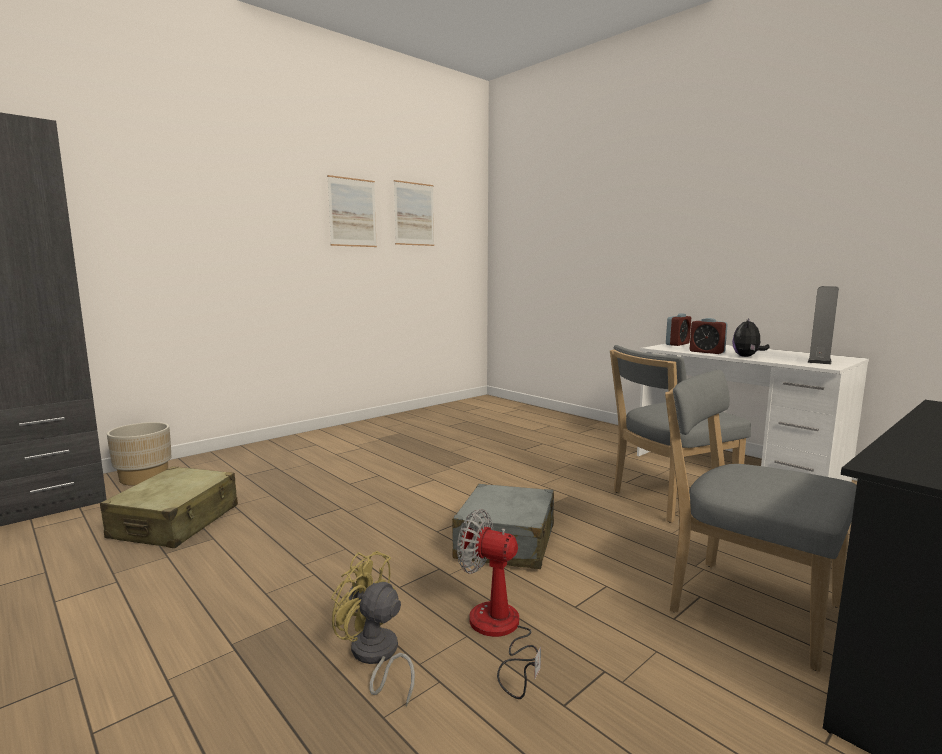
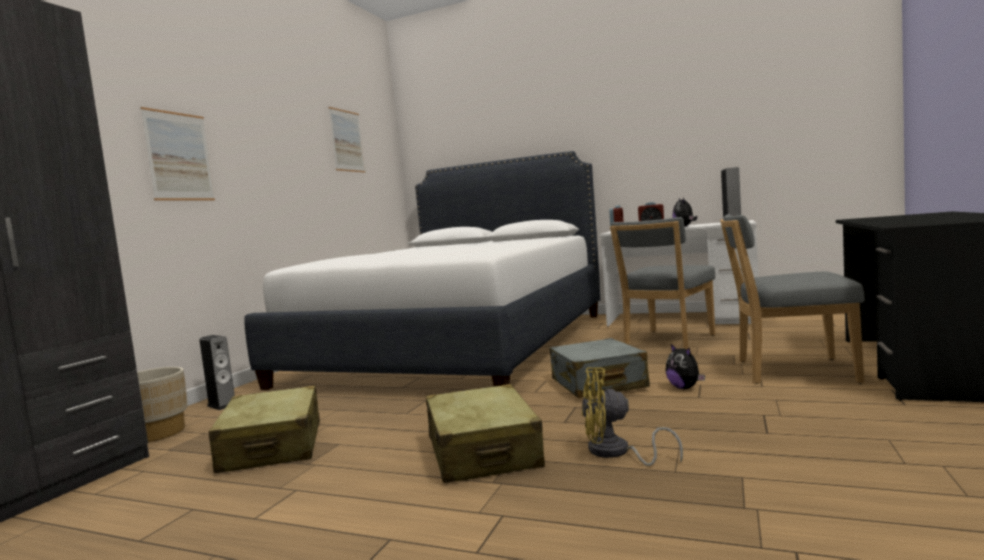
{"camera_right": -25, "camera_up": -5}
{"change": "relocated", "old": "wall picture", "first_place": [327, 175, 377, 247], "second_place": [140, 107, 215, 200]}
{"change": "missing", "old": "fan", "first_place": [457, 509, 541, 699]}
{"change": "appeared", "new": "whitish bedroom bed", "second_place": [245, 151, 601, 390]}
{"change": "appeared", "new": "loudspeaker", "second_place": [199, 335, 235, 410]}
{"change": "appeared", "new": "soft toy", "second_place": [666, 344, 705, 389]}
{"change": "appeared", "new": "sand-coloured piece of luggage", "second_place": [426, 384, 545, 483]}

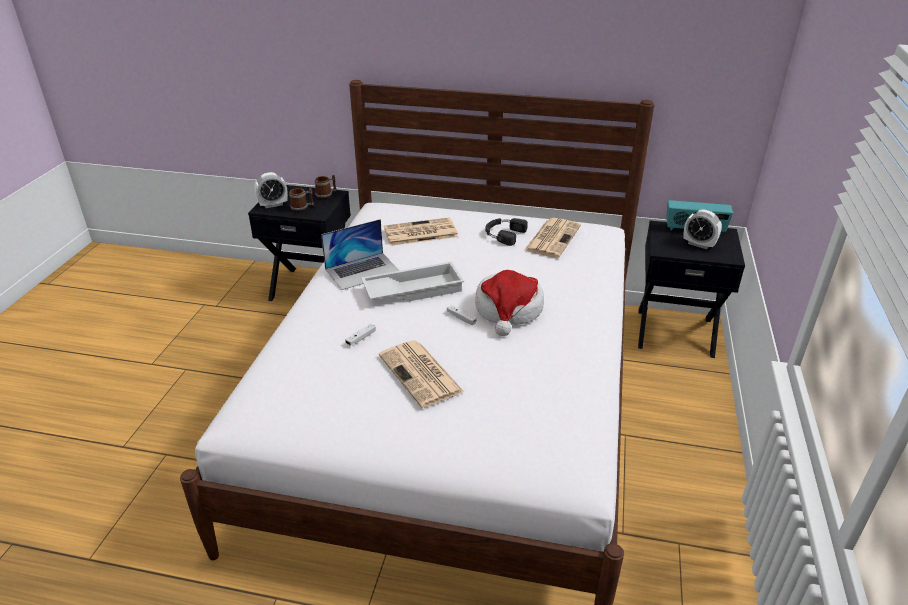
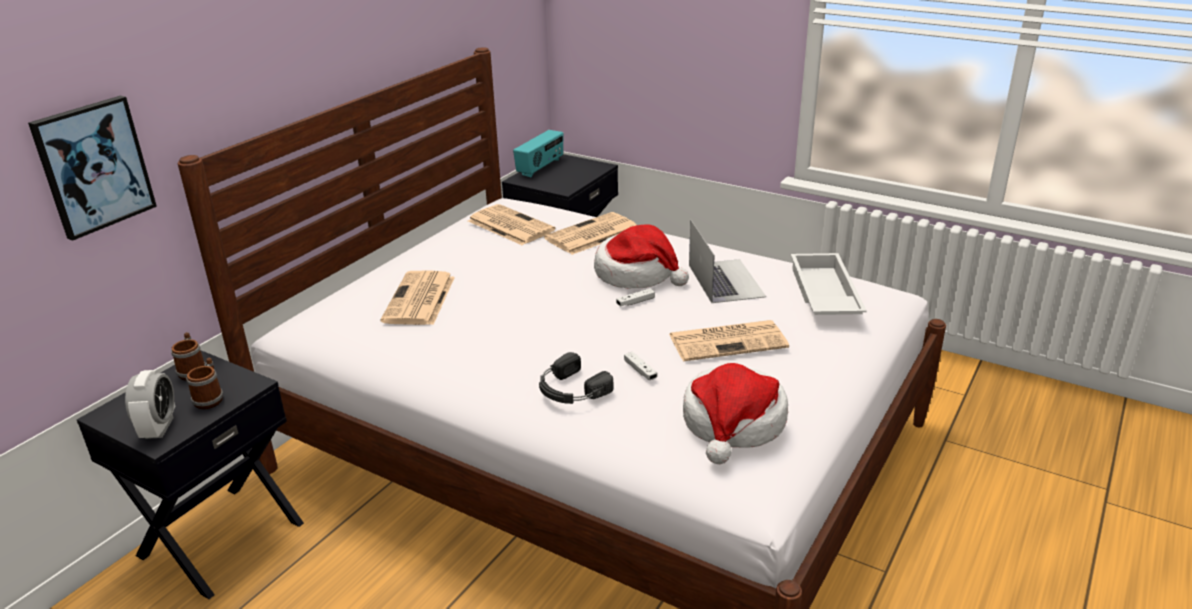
{"camera_right": -70, "camera_up": -5}
{"change": "missing", "old": "bedside clock", "first_place": [684, 209, 722, 249]}
{"change": "relocated", "old": "black-coloured headset", "first_place": [485, 218, 528, 246], "second_place": [539, 352, 613, 404]}
{"change": "relocated", "old": "notebook computer", "first_place": [321, 219, 400, 290], "second_place": [689, 220, 766, 303]}
{"change": "relocated", "old": "whitish tray", "first_place": [361, 261, 464, 302], "second_place": [791, 253, 867, 315]}
{"change": "appeared", "new": "wall picture", "second_place": [28, 96, 157, 241]}
{"change": "appeared", "new": "printed paper", "second_place": [544, 212, 636, 255]}
{"change": "appeared", "new": "wearable hat", "second_place": [683, 363, 788, 464]}

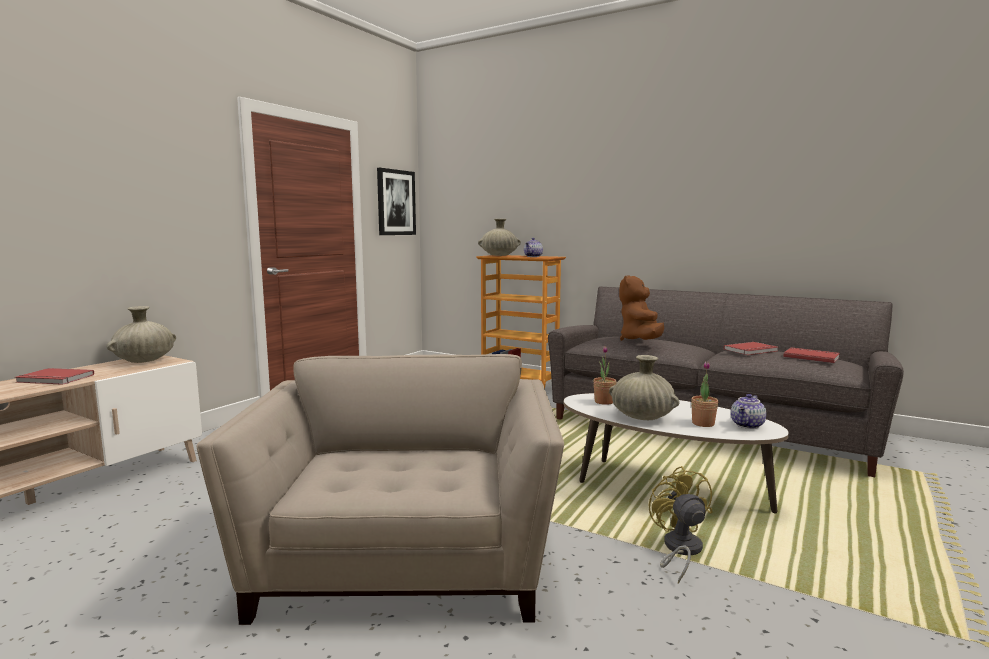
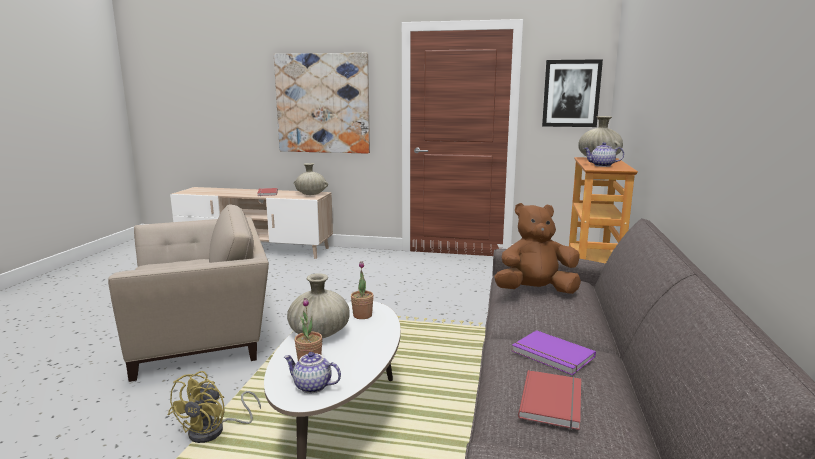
{"camera_right": 70, "camera_up": 5}
{"change": "colour", "old": "red volume", "new": "purple volume", "first_place": [724, 342, 778, 355], "second_place": [512, 330, 596, 375]}
{"change": "spun", "old": "yellow-coloured fan", "first_place": [649, 466, 712, 584], "second_place": [168, 371, 261, 443], "degrees": 135}
{"change": "appeared", "new": "wall picture", "second_place": [274, 53, 370, 154]}

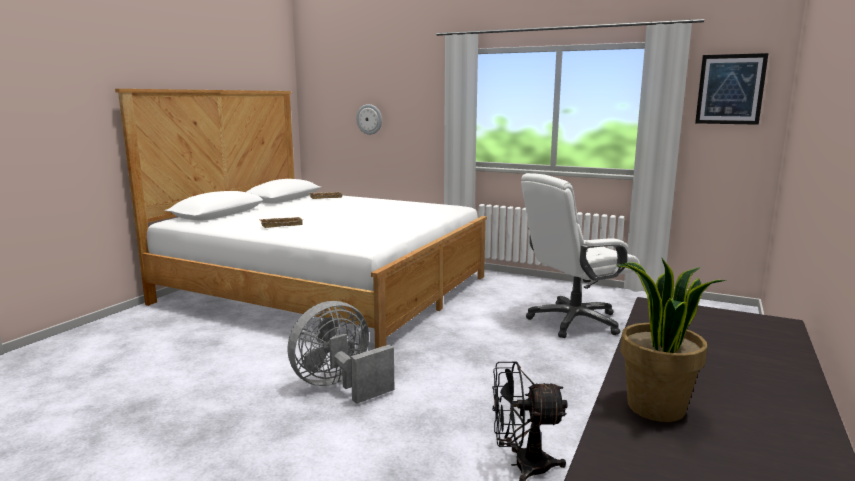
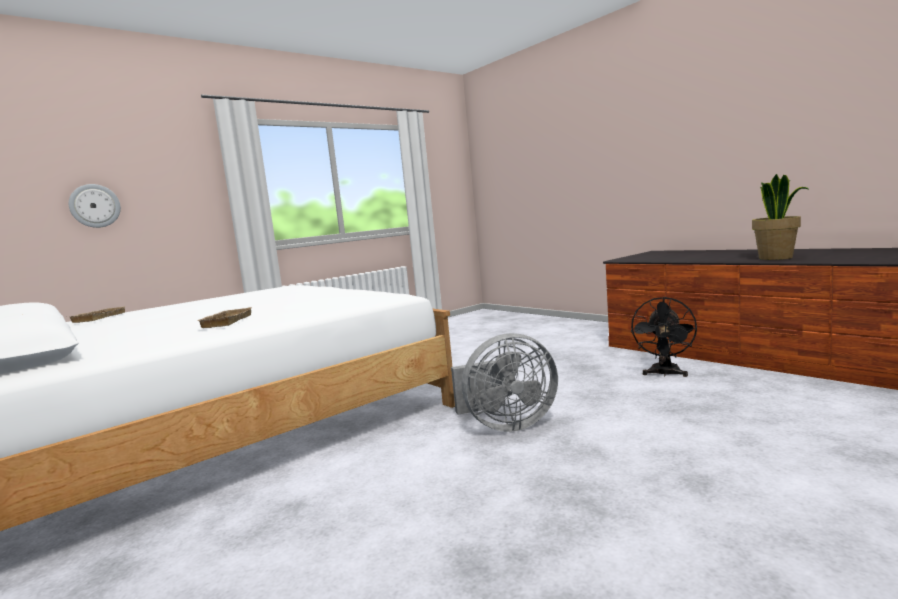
{"camera_right": -65, "camera_up": -5}
{"change": "missing", "old": "wall picture", "first_place": [695, 53, 768, 125]}
{"change": "missing", "old": "whitish office chair", "first_place": [521, 173, 640, 338]}
{"change": "spun", "old": "gray fan", "first_place": [288, 301, 394, 404], "second_place": [451, 333, 558, 432], "degrees": -90}

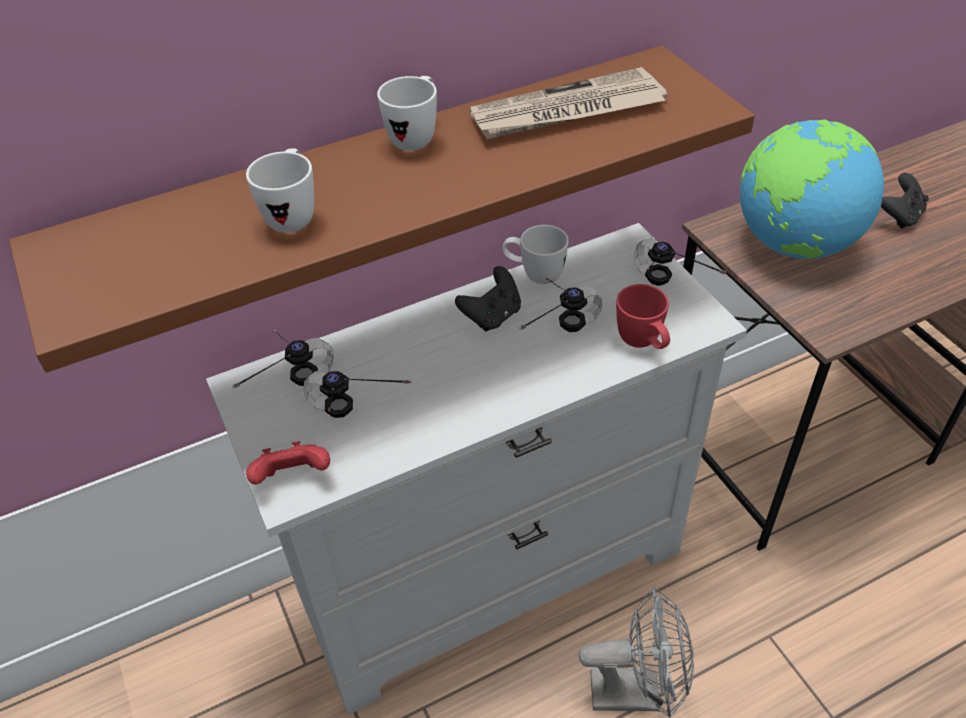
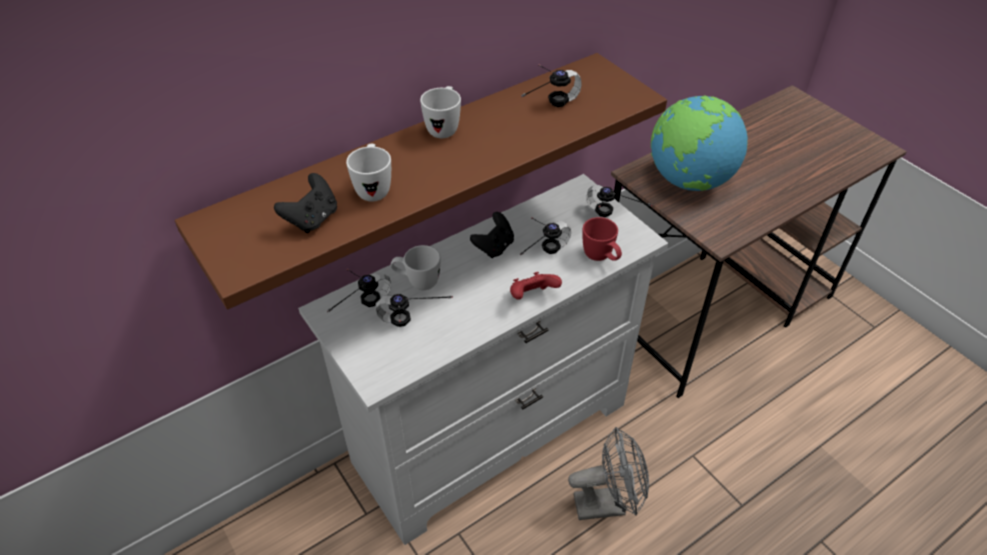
{"camera_right": -10, "camera_up": 0}
{"change": "exchanged", "old": "printed paper", "new": "headset", "first_place": [469, 67, 667, 140], "second_place": [521, 64, 582, 107]}
{"change": "relocated", "old": "black-coloured joypad", "first_place": [881, 173, 929, 229], "second_place": [274, 173, 337, 233]}
{"change": "relocated", "old": "whitish tea mug", "first_place": [502, 225, 568, 284], "second_place": [391, 245, 440, 290]}
{"change": "relocated", "old": "red joypad", "first_place": [246, 441, 330, 484], "second_place": [510, 272, 562, 299]}

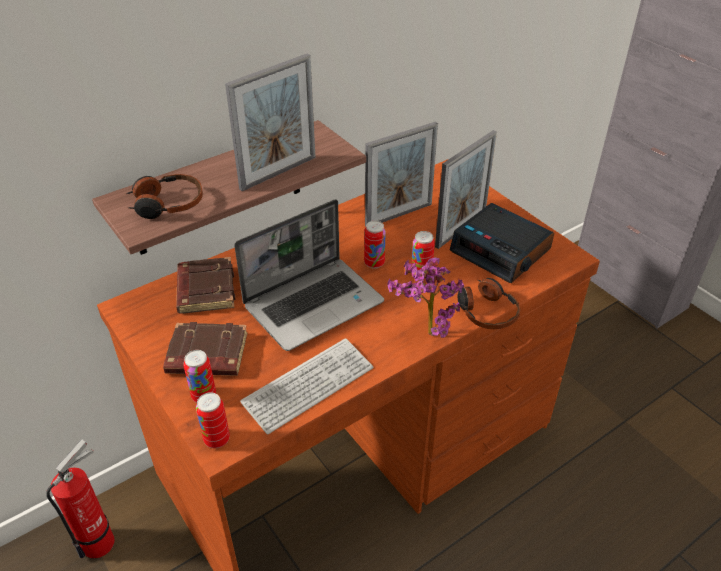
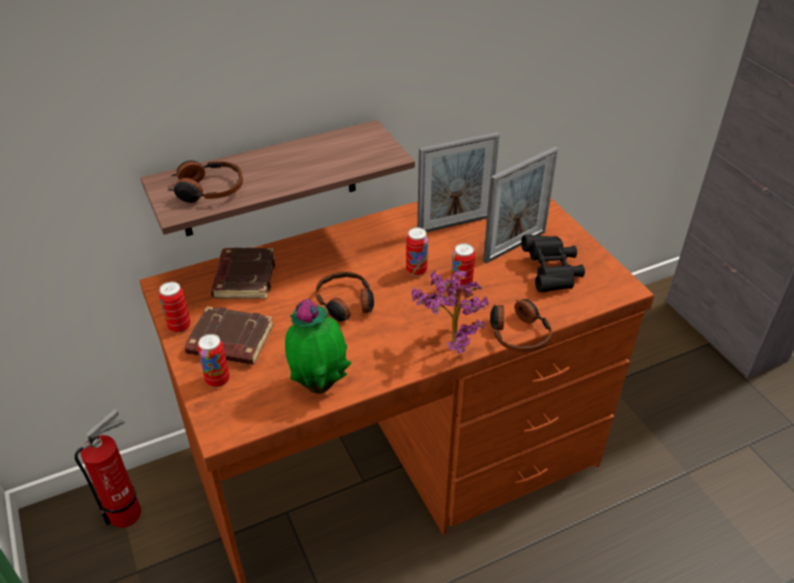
{"camera_right": 10, "camera_up": 0}
{"change": "missing", "old": "standing frame", "first_place": [225, 53, 316, 191]}
{"change": "exchanged", "old": "notebook computer", "new": "headset", "first_place": [234, 199, 384, 351], "second_place": [315, 272, 374, 322]}
{"change": "exchanged", "old": "bedside clock", "new": "black-coloured binoculars", "first_place": [450, 203, 554, 283], "second_place": [521, 234, 585, 292]}
{"change": "exchanged", "old": "computer keyboard", "new": "houseplant", "first_place": [240, 338, 373, 434], "second_place": [285, 298, 352, 394]}
{"change": "relocated", "old": "sealed can", "first_place": [196, 392, 230, 448], "second_place": [159, 282, 191, 333]}

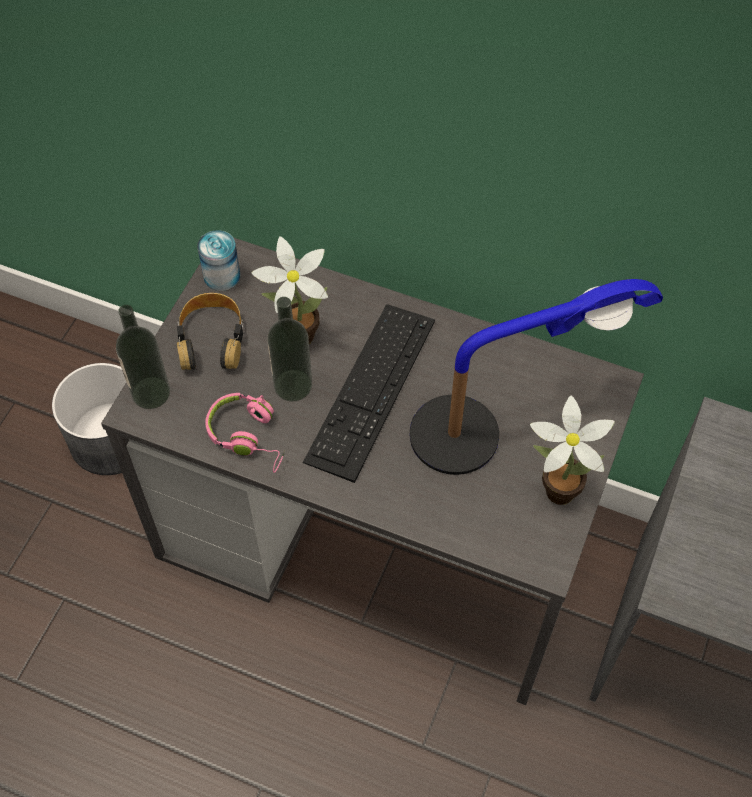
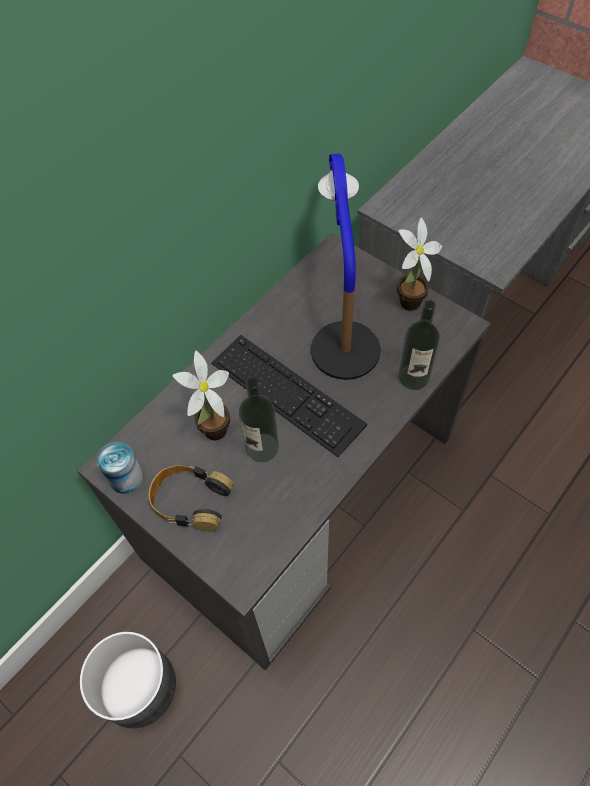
{"camera_right": -70, "camera_up": 0}
{"change": "relocated", "old": "beverage bottle", "first_place": [116, 305, 170, 409], "second_place": [398, 300, 440, 390]}
{"change": "missing", "old": "pink headset", "first_place": [205, 393, 285, 473]}

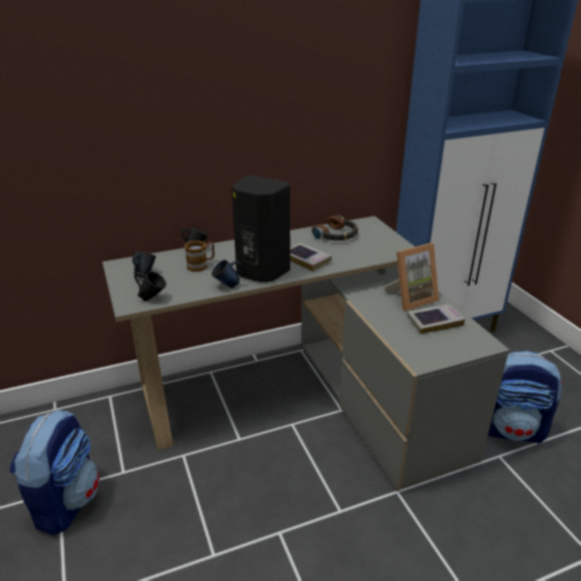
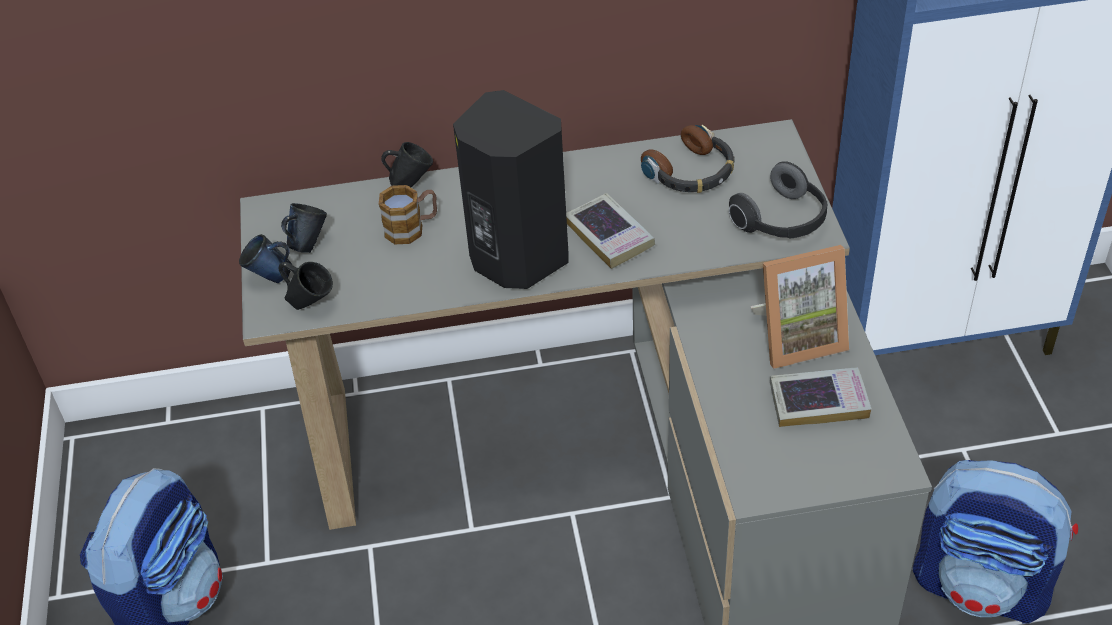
{"camera_right": 15, "camera_up": 15}
{"change": "relocated", "old": "bluish tea mug", "first_place": [212, 260, 241, 288], "second_place": [239, 234, 292, 283]}
{"change": "appeared", "new": "headset", "second_place": [729, 161, 827, 239]}

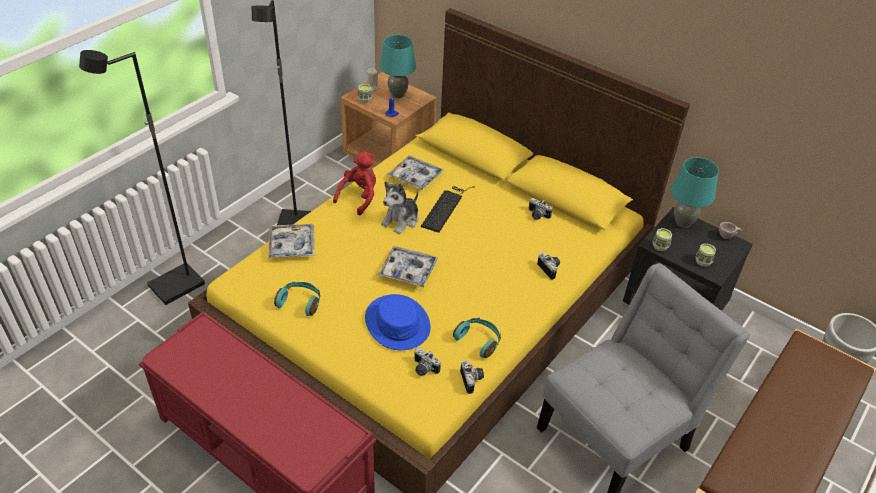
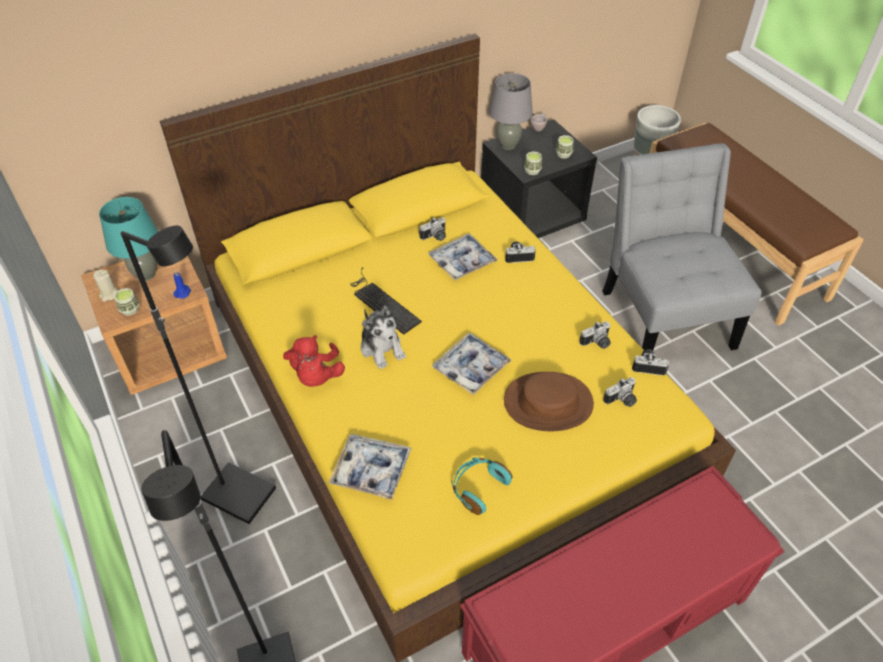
{"camera_right": -65, "camera_up": 5}
{"change": "spun", "old": "red soft toy", "first_place": [333, 151, 376, 215], "second_place": [283, 335, 345, 387], "degrees": -150}
{"change": "relocated", "old": "tray", "first_place": [387, 156, 444, 190], "second_place": [428, 233, 498, 281]}
{"change": "colour", "old": "turquoise-coloured tabletop lamp", "new": "gray tabletop lamp", "first_place": [671, 157, 719, 228], "second_place": [489, 73, 533, 150]}
{"change": "colour", "old": "bluish wearable hat", "new": "brown wearable hat", "first_place": [365, 294, 431, 350], "second_place": [504, 372, 594, 431]}
{"change": "exchanged", "old": "turquoise-coloured headset", "new": "photo camera", "first_place": [453, 318, 501, 358], "second_place": [579, 321, 611, 349]}

